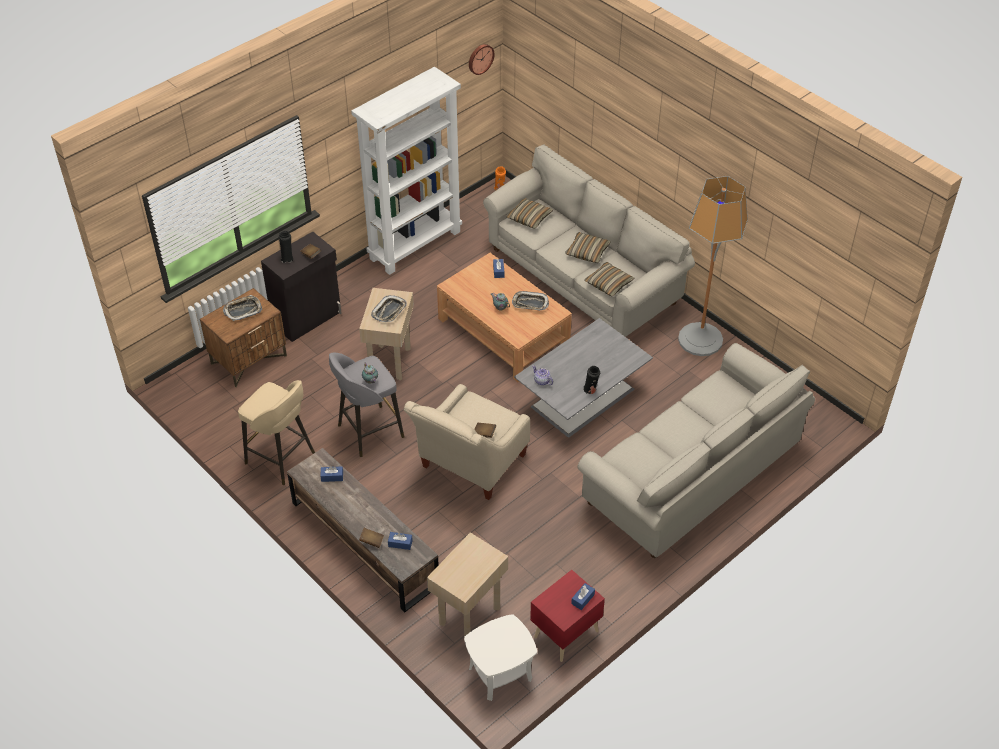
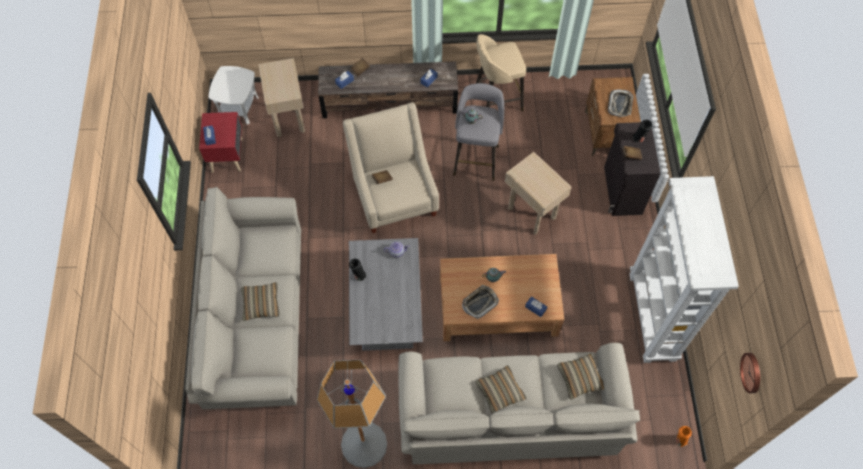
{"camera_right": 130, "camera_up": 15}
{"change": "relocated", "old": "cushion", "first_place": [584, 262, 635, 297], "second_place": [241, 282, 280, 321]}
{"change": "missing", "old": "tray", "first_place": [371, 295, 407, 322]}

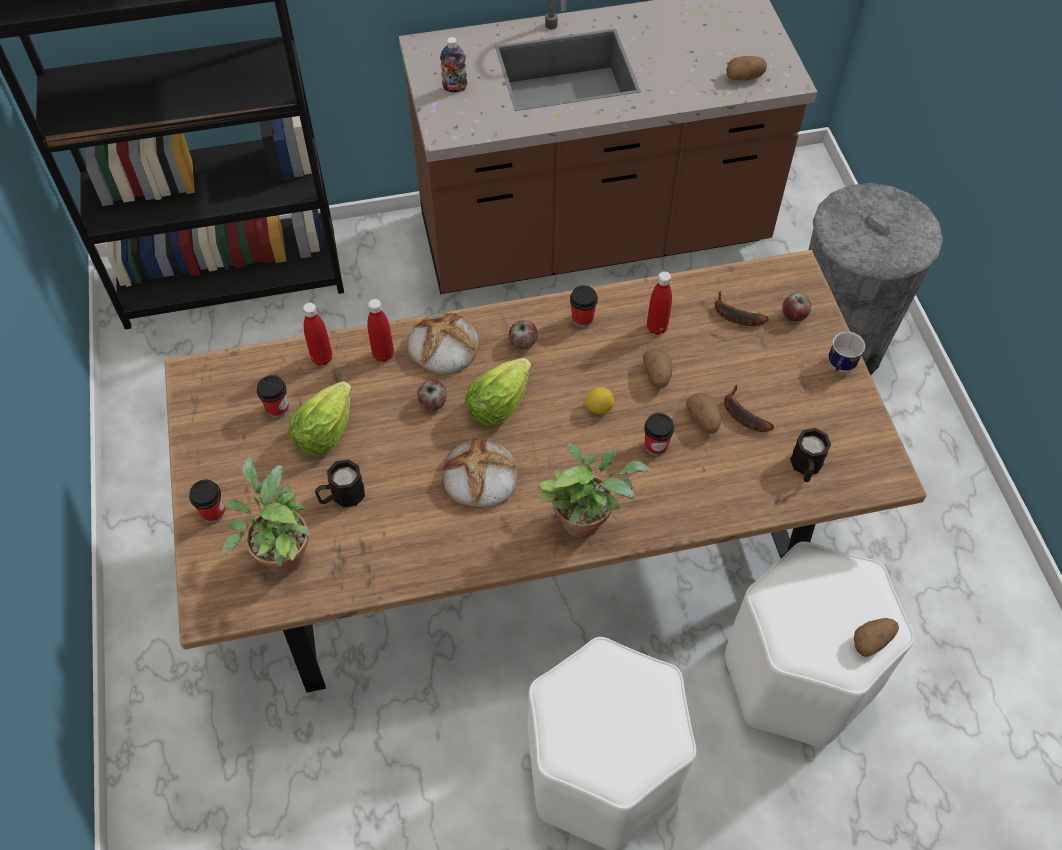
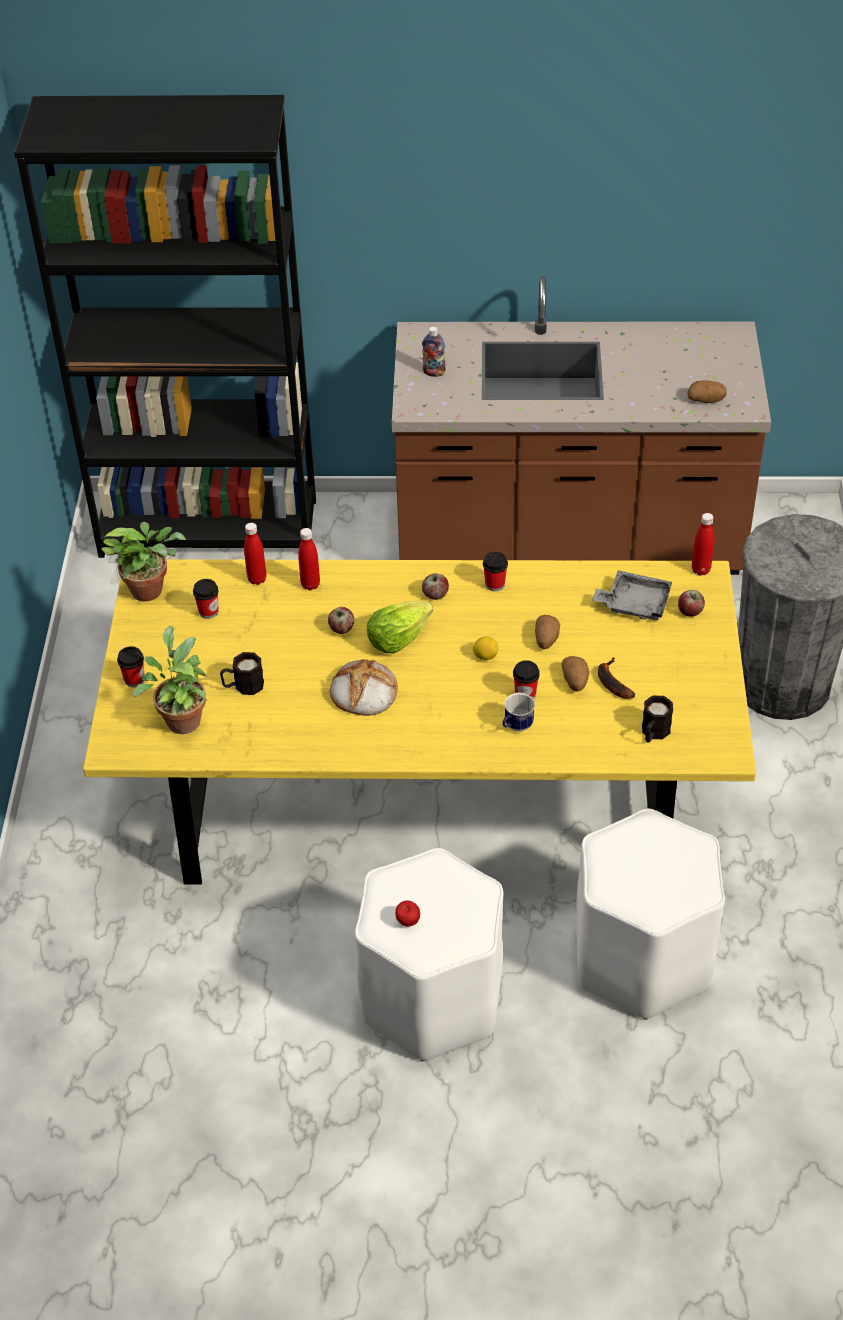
{"camera_right": 15, "camera_up": -10}
{"change": "colour", "old": "brown dining table", "new": "yellow-coloured dining table", "first_place": [164, 250, 927, 693], "second_place": [83, 559, 756, 885]}
{"change": "relocated", "old": "red beverage bottle", "first_place": [647, 271, 672, 335], "second_place": [692, 513, 714, 575]}
{"change": "exchanged", "old": "banana", "new": "gray tray", "first_place": [715, 291, 768, 326], "second_place": [592, 570, 672, 621]}
{"change": "missing", "old": "baked bread", "first_place": [407, 312, 479, 375]}
{"change": "relocated", "old": "tea mug", "first_place": [828, 331, 865, 372], "second_place": [503, 692, 535, 732]}
{"change": "missing", "old": "lettuce head", "first_place": [288, 381, 352, 456]}
{"change": "relocated", "old": "houseplant", "first_place": [537, 443, 651, 538], "second_place": [101, 522, 186, 601]}
{"change": "missing", "old": "spud", "first_place": [854, 618, 899, 657]}
{"change": "appeared", "new": "apple", "second_place": [395, 901, 420, 927]}

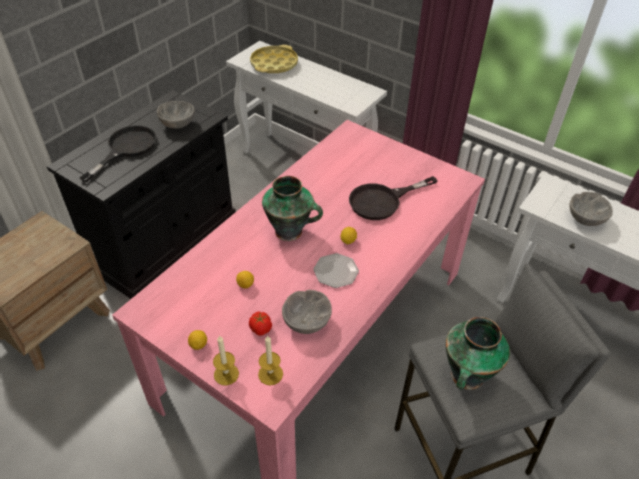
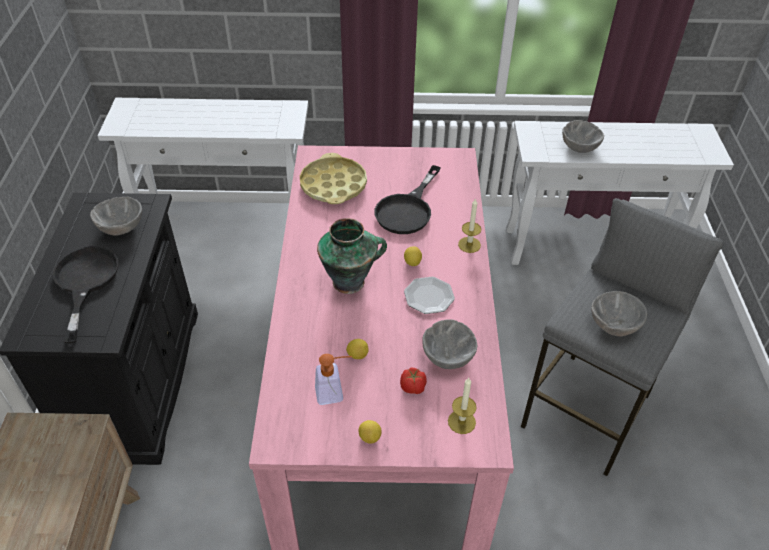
{"camera_right": -35, "camera_up": 0}
{"change": "relocated", "old": "yellow-coloured tray", "first_place": [250, 45, 298, 73], "second_place": [300, 153, 367, 204]}
{"change": "exchanged", "old": "vase", "new": "gray bowl", "first_place": [445, 317, 510, 390], "second_place": [591, 291, 647, 336]}
{"change": "relocated", "old": "candle", "first_place": [213, 335, 239, 385], "second_place": [458, 198, 481, 253]}
{"change": "appeared", "new": "liquid soap bottle", "second_place": [315, 354, 352, 405]}

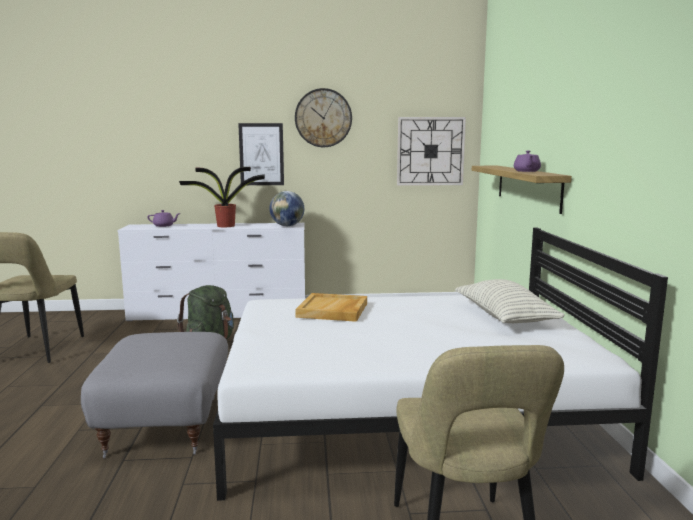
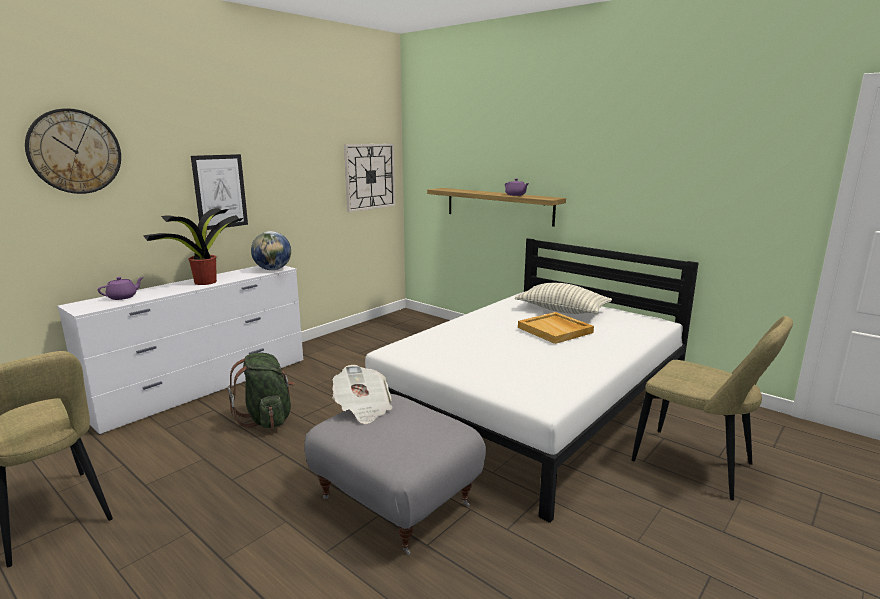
{"camera_right": -45, "camera_up": 5}
{"change": "relocated", "old": "wall clock", "first_place": [295, 88, 352, 147], "second_place": [25, 108, 121, 194]}
{"change": "relocated", "old": "sand-coloured tray", "first_place": [295, 293, 367, 322], "second_place": [518, 312, 594, 344]}
{"change": "appeared", "new": "printed paper", "second_place": [332, 365, 393, 424]}

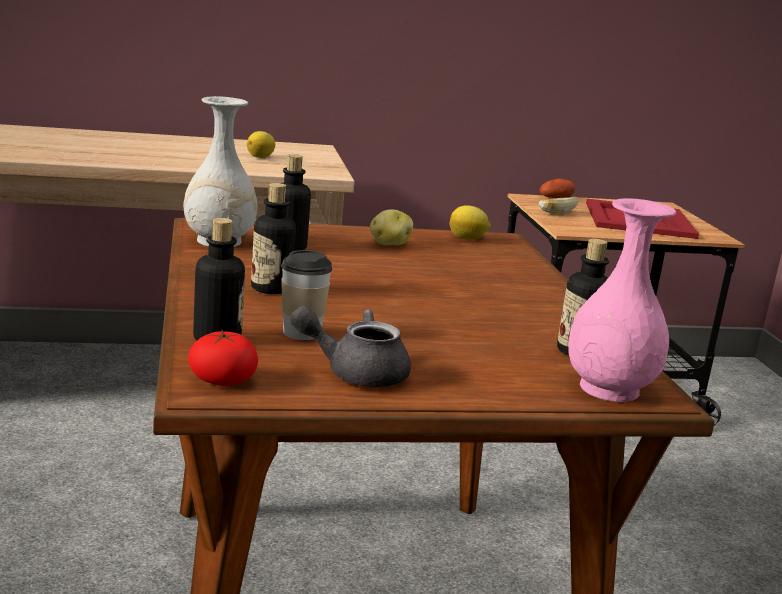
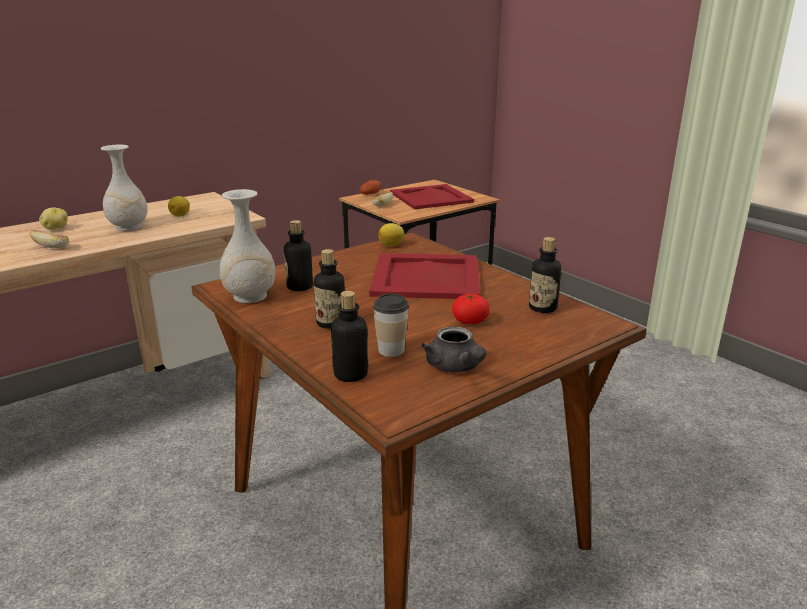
{"camera_right": -25, "camera_up": 5}
{"change": "missing", "old": "pink vase", "first_place": [568, 198, 676, 402]}
{"change": "relocated", "old": "spud", "first_place": [370, 209, 413, 245], "second_place": [39, 207, 68, 230]}
{"change": "spun", "old": "gray tea pot", "first_place": [290, 306, 411, 387], "second_place": [421, 326, 486, 373], "degrees": -90}
{"change": "relocated", "old": "fresh tomato", "first_place": [188, 329, 258, 386], "second_place": [452, 294, 490, 324]}
{"change": "appeared", "new": "whitish vase", "second_place": [101, 145, 148, 231]}
{"change": "appeared", "new": "baked bread", "second_place": [29, 230, 69, 248]}
{"change": "appeared", "new": "red tray", "second_place": [369, 253, 480, 299]}

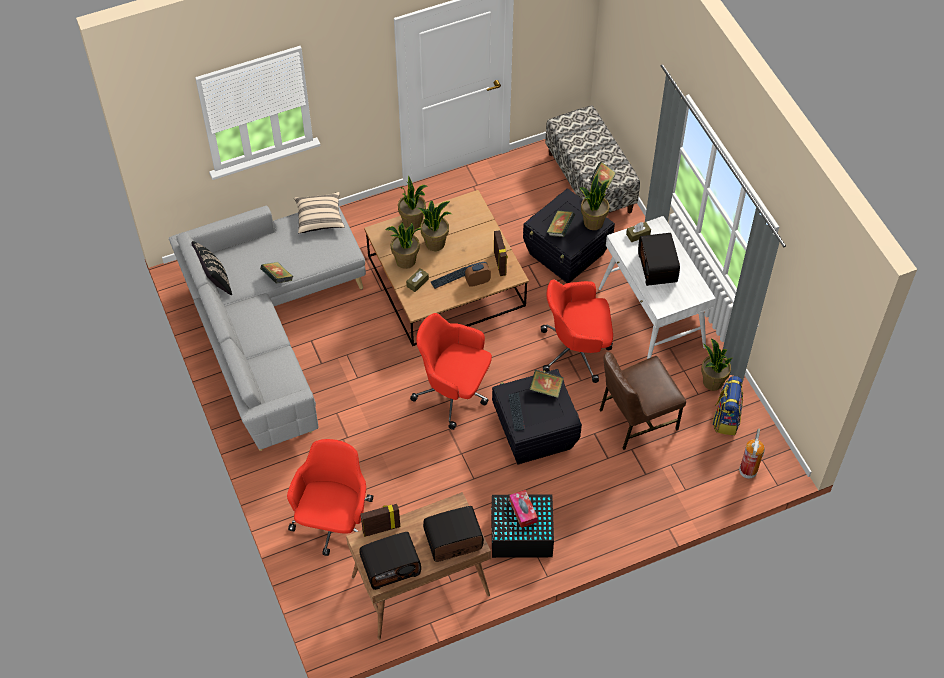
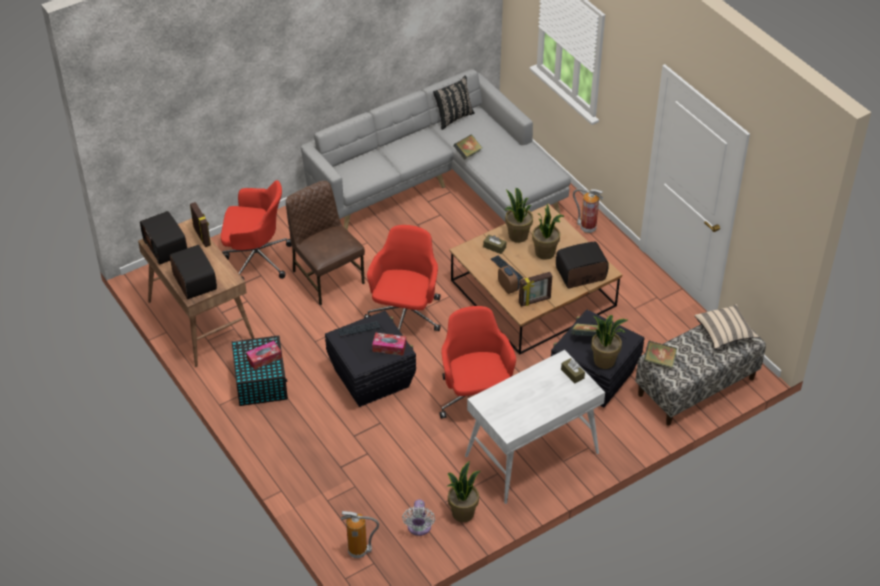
{"camera_right": 80, "camera_up": -10}
{"change": "missing", "old": "houseplant", "first_place": [398, 176, 428, 229]}
{"change": "relocated", "old": "sand-coloured cushion", "first_place": [294, 192, 345, 233], "second_place": [694, 304, 759, 349]}
{"change": "relocated", "old": "radio set", "first_place": [638, 233, 680, 286], "second_place": [556, 242, 609, 288]}
{"change": "relocated", "old": "brown upright chair", "first_place": [600, 352, 686, 450], "second_place": [286, 181, 365, 305]}
{"change": "exchanged", "old": "volume", "new": "tissue box", "first_place": [529, 369, 564, 398], "second_place": [372, 333, 406, 355]}
{"change": "exchanged", "old": "knapsack", "new": "whitish fan", "first_place": [712, 376, 743, 435], "second_place": [402, 499, 435, 536]}
{"change": "appeared", "new": "fire-fighting cylinder", "second_place": [573, 189, 603, 233]}

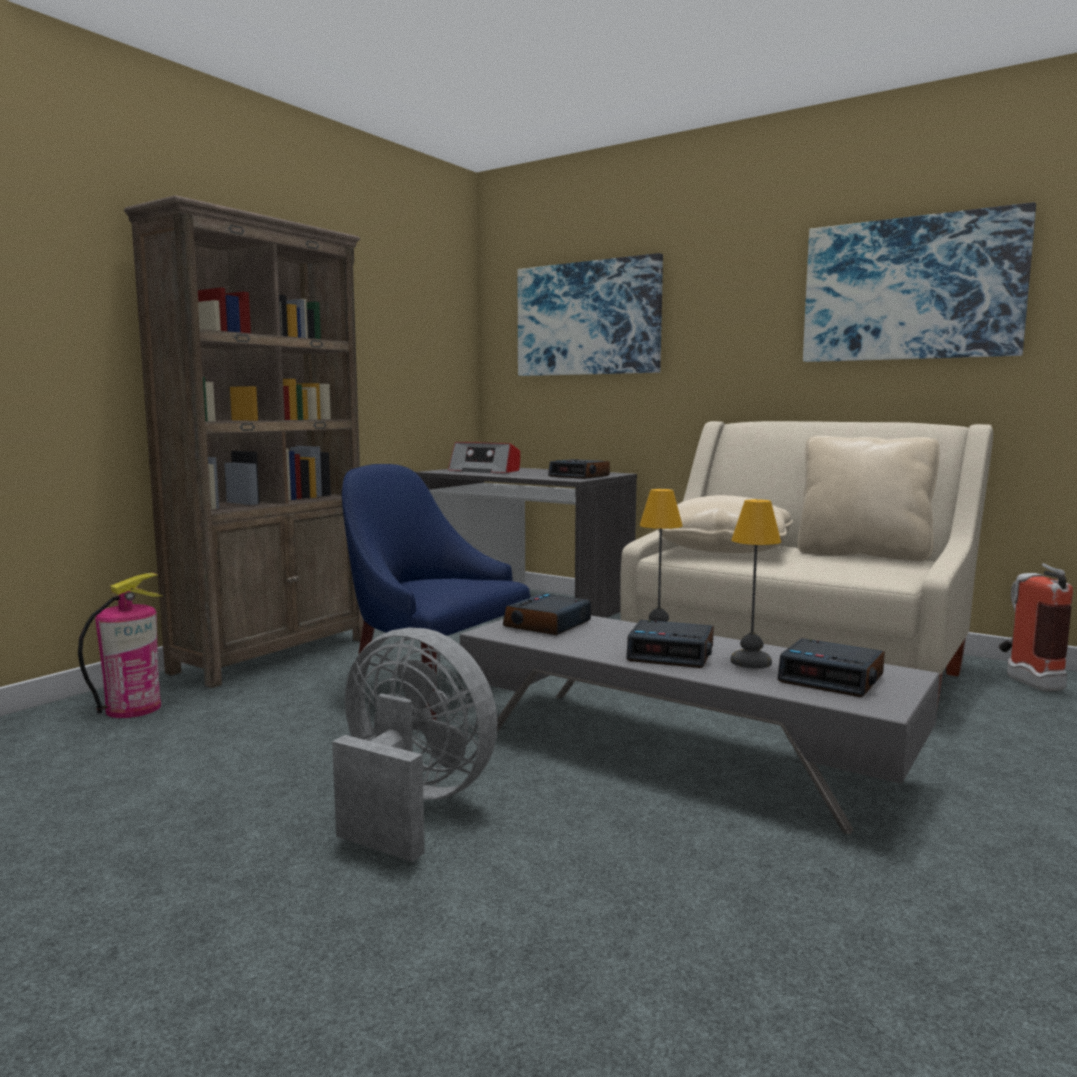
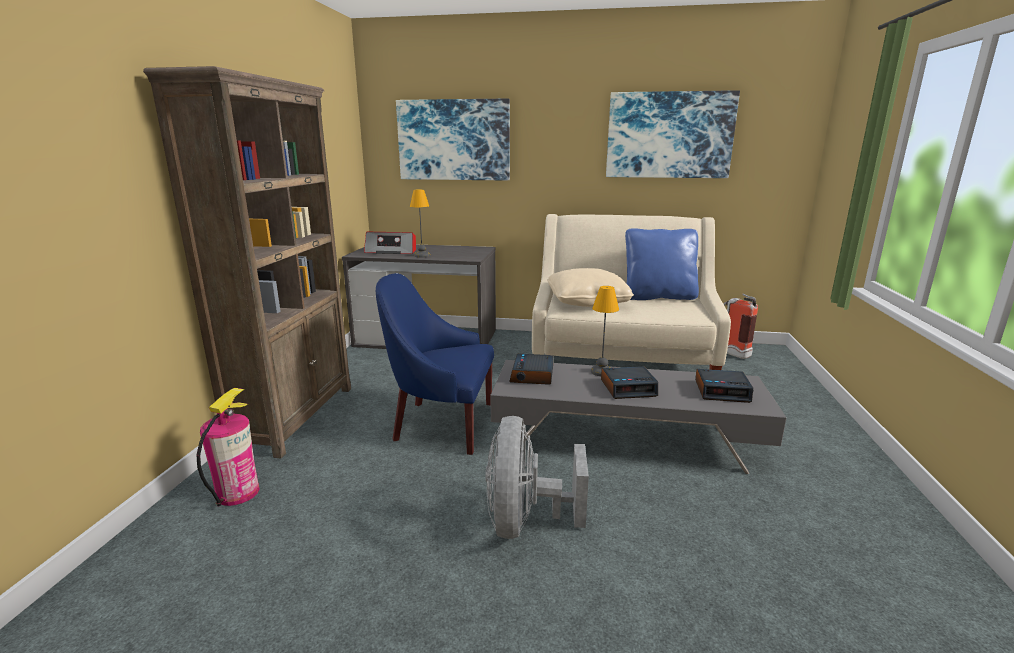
{"camera_right": -25, "camera_up": 10}
{"change": "colour", "old": "sand-coloured cushion", "new": "bluish cushion", "first_place": [798, 436, 940, 561], "second_place": [625, 228, 699, 300]}
{"change": "missing", "old": "bedside clock", "first_place": [548, 459, 610, 479]}
{"change": "relocated", "old": "tabletop lamp", "first_place": [730, 499, 781, 668], "second_place": [410, 189, 430, 258]}
{"change": "spun", "old": "gray fan", "first_place": [332, 628, 498, 862], "second_place": [485, 416, 589, 539], "degrees": -90}

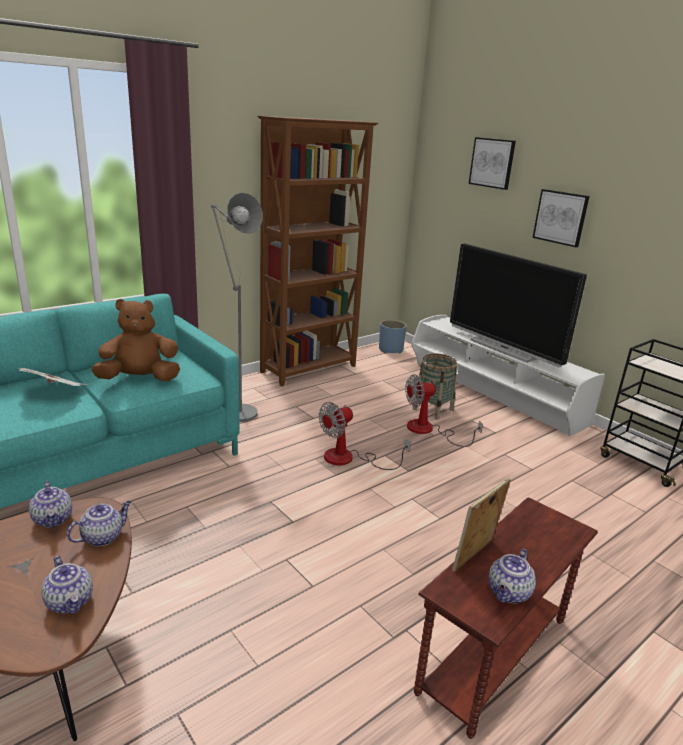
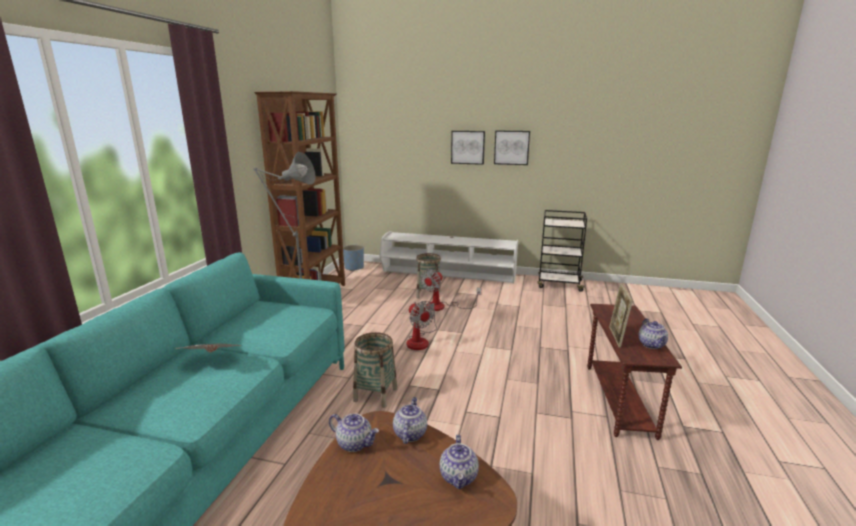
{"camera_right": -35, "camera_up": -5}
{"change": "relocated", "old": "wall picture", "first_place": [469, 137, 516, 190], "second_place": [494, 131, 530, 165]}
{"change": "missing", "old": "television", "first_place": [450, 244, 587, 367]}
{"change": "missing", "old": "brown soft toy", "first_place": [91, 299, 180, 381]}
{"change": "spun", "old": "fan", "first_place": [318, 402, 411, 470], "second_place": [407, 301, 437, 350], "degrees": -45}
{"change": "spun", "old": "tea pot", "first_place": [41, 556, 93, 614], "second_place": [440, 435, 479, 489], "degrees": 75}
{"change": "appeared", "new": "storage basket", "second_place": [353, 332, 397, 408]}

